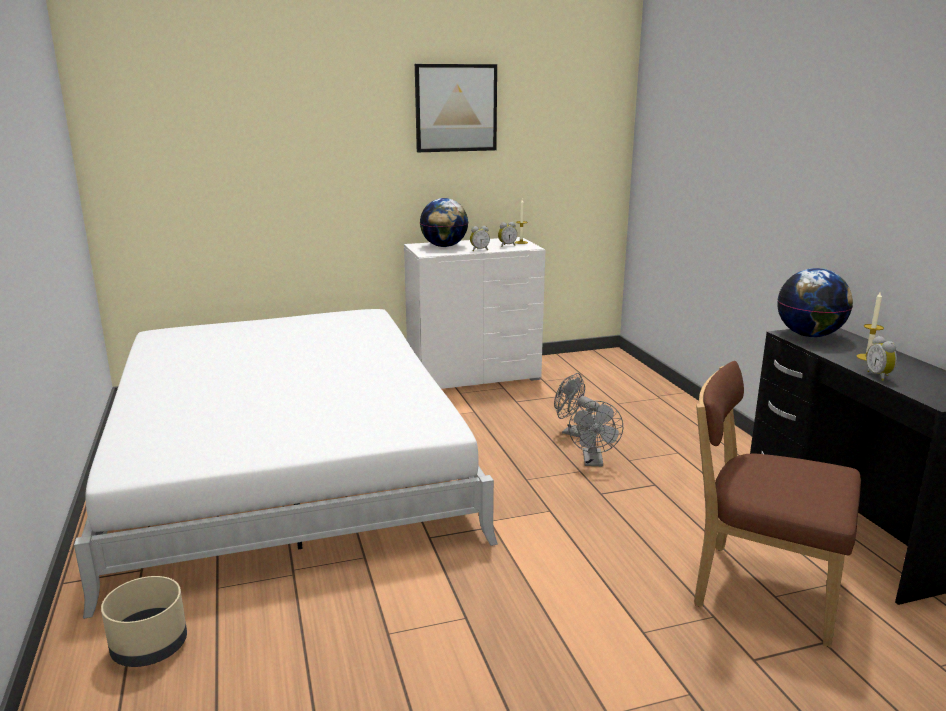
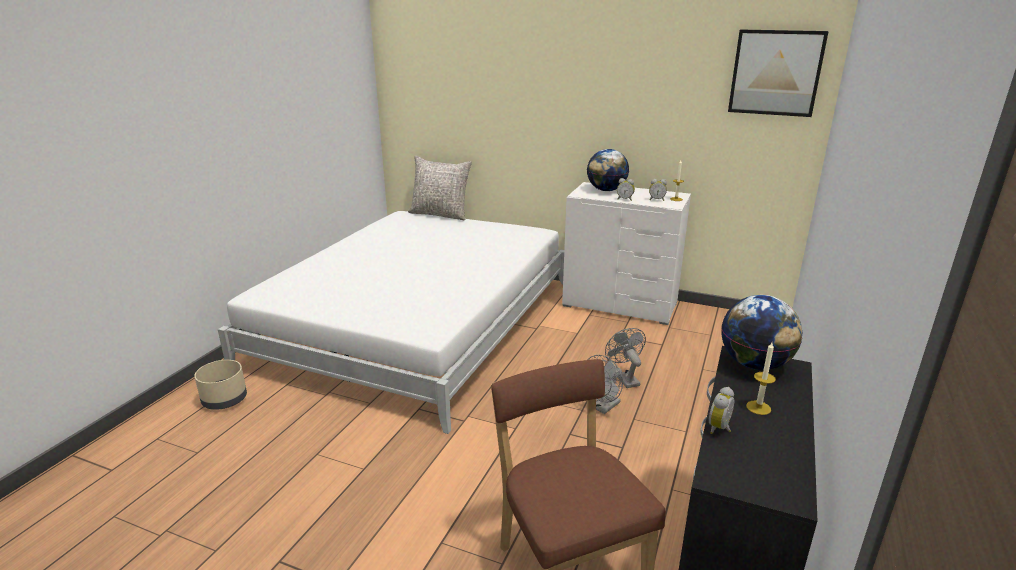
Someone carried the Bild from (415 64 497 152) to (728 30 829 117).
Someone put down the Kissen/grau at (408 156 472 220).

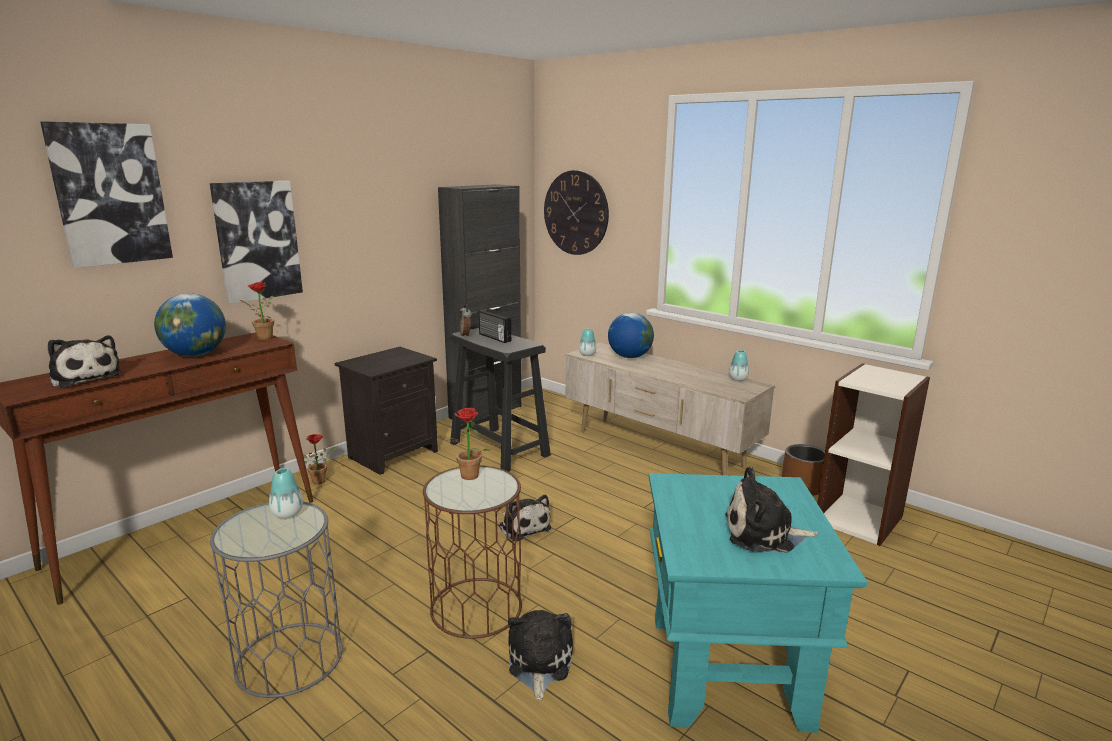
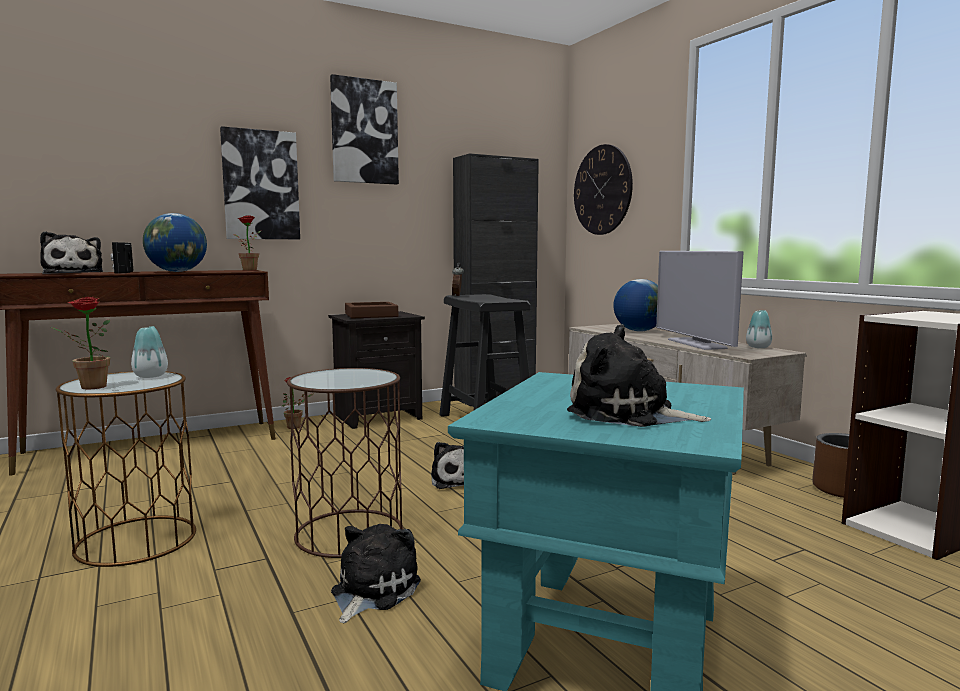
Someone carried the Bild from (40 121 173 268) to (330 74 399 184).
Someone repainted the Beistelltisch/grau at (210 502 343 698), which became the Beistelltisch/braun at (56 371 196 567).
Someone carried the Topfpflanze from (440 408 490 480) to (51 297 110 390).
Someone carried the Radio from (479 310 511 343) to (111 242 133 274).
Someone took away the Vase at (579 329 596 356).
Someone put down the Tablett/braun at (345 302 398 319).
Someone put down the Fernseher at (656 251 744 350).

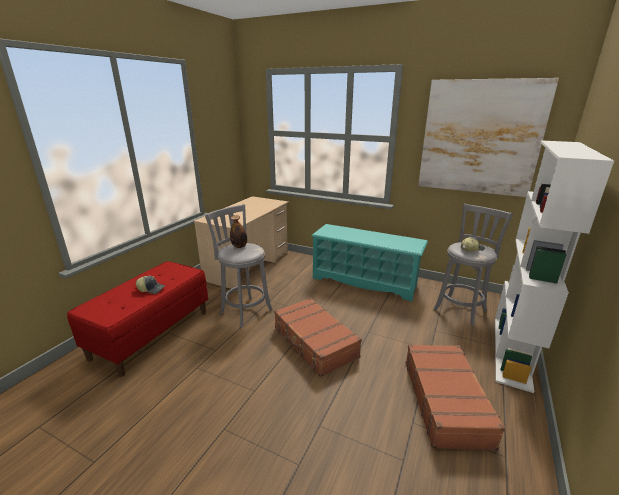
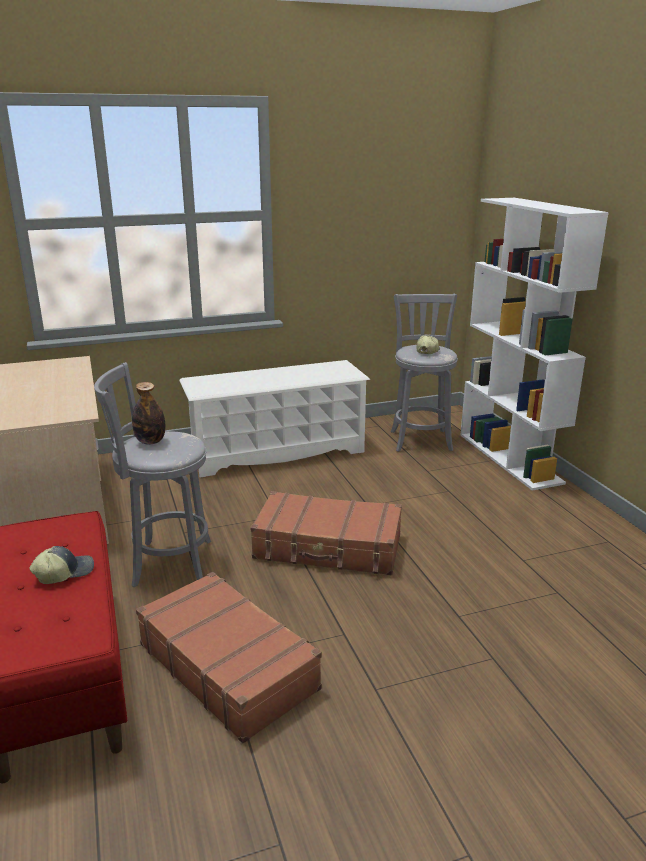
Someone repainted the Schuhregal/türkis at (311 224 428 302), which became the Schuhregal/weiß at (179 360 370 478).
Someone carried the Koffer/braun from (406 344 505 450) to (136 572 322 744).
Someone took away the Bild at (418 78 559 197).

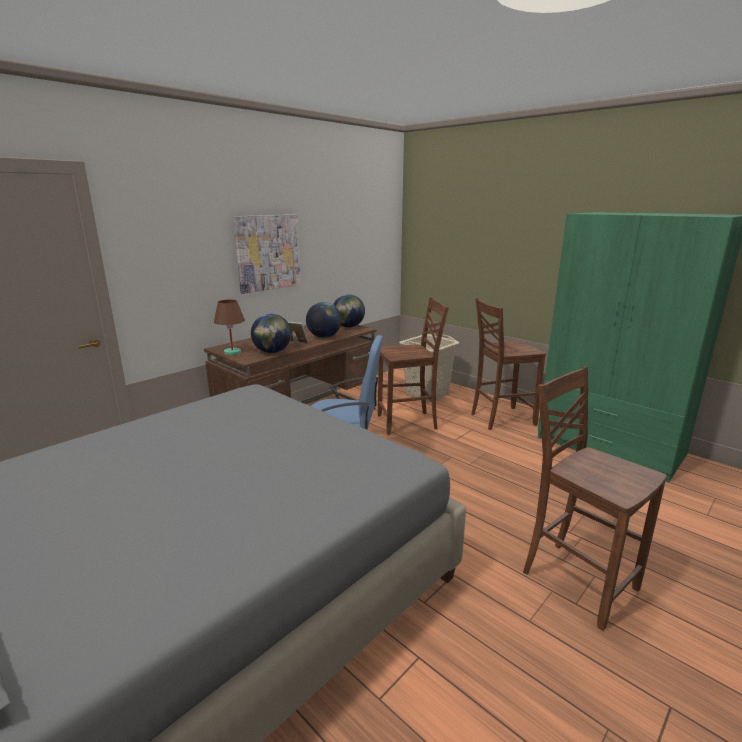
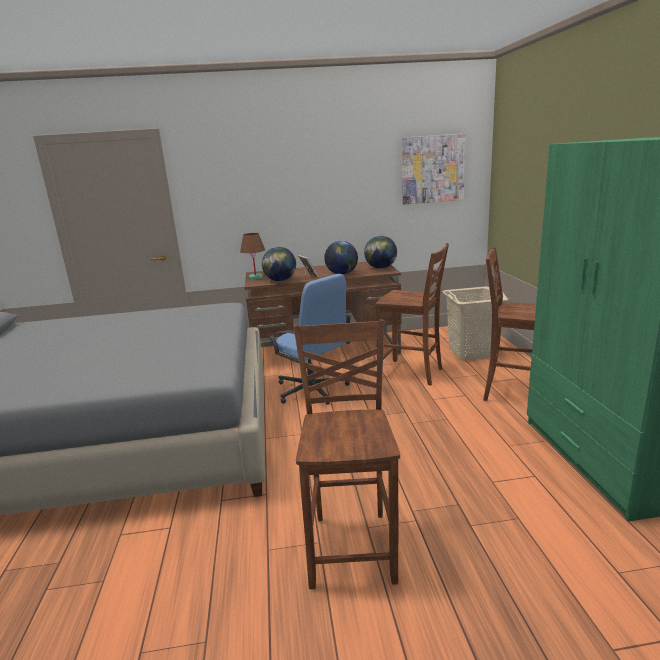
Someone carried the Bild from (233 214 301 294) to (402 134 466 204).

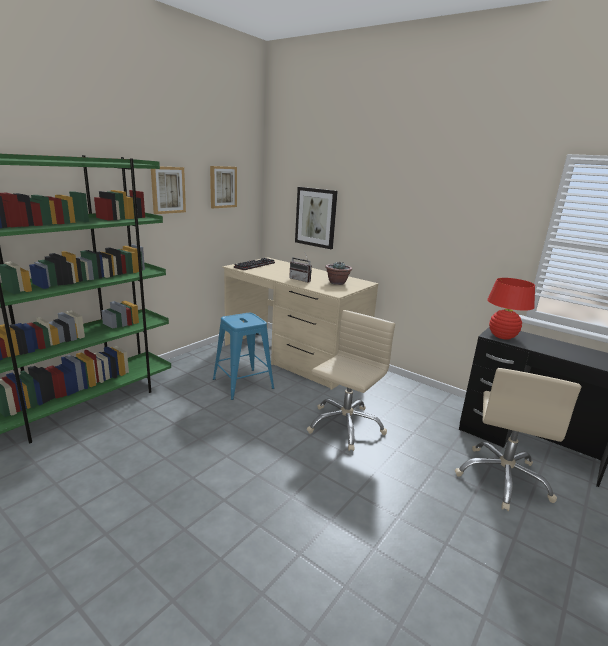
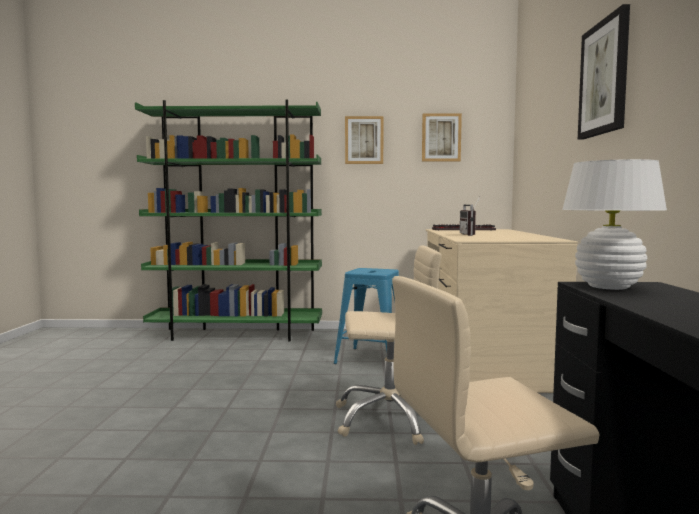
Someone carried the Bild from (295 187 338 249) to (578 4 630 139).
Someone took away the Topfpflanze at (325 261 352 285).
Someone repainted the Tischlampe/rot at (487 278 535 340), which became the Tischlampe/weiß at (562 159 667 290).

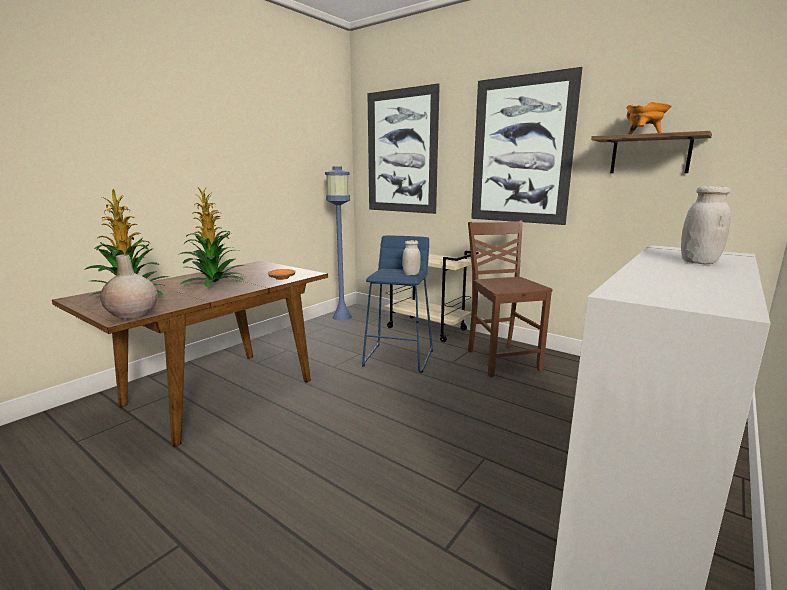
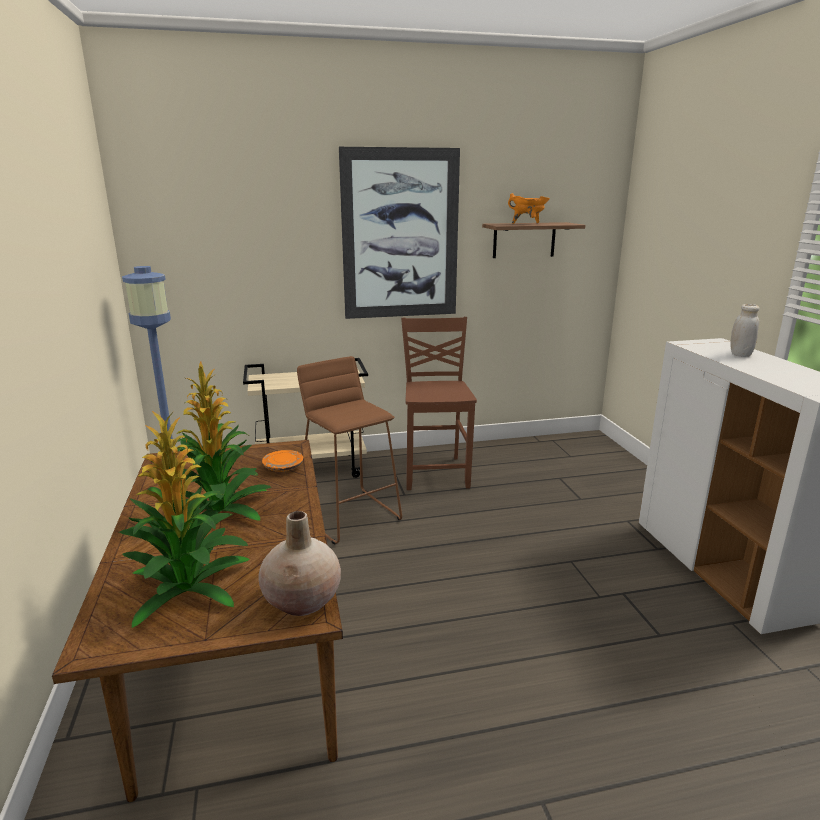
Someone repainted the Hocker/blau at (362 236 433 373), which became the Hocker/braun at (297 356 402 545).
Someone took away the Bild at (367 83 440 214).
Someone took away the Vorratsglas/weiß at (402 240 421 275).
Someone rotated the Stuhl/braun at (468 220 553 377) by 60 degrees clockwise.

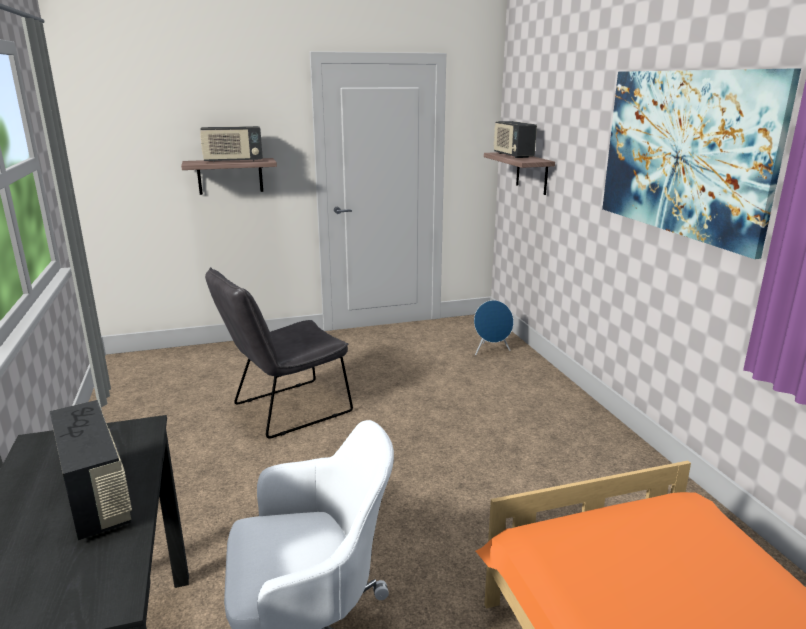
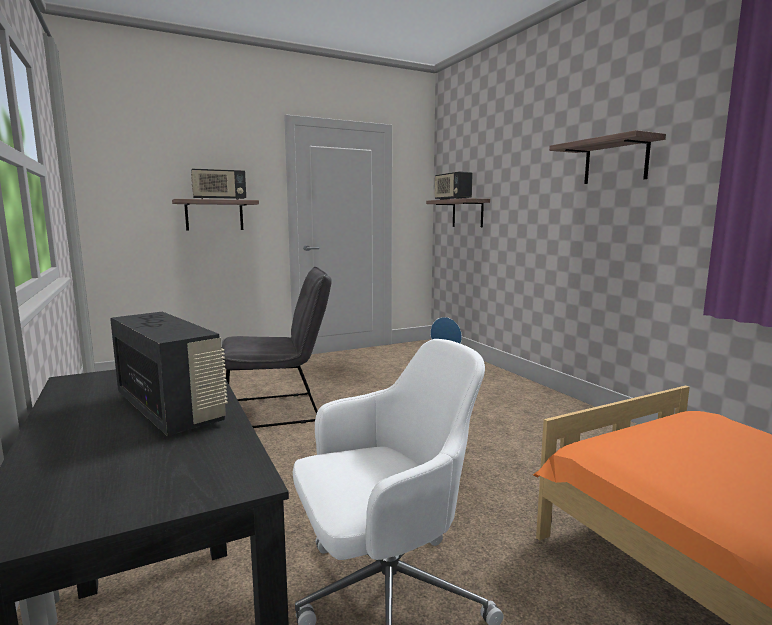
Someone rotated the Stuhl/grau at (205 268 353 439) by 150 degrees counterclockwise.
Someone swapped the Bild at (602 68 801 259) for the Wandregal at (549 130 666 184).

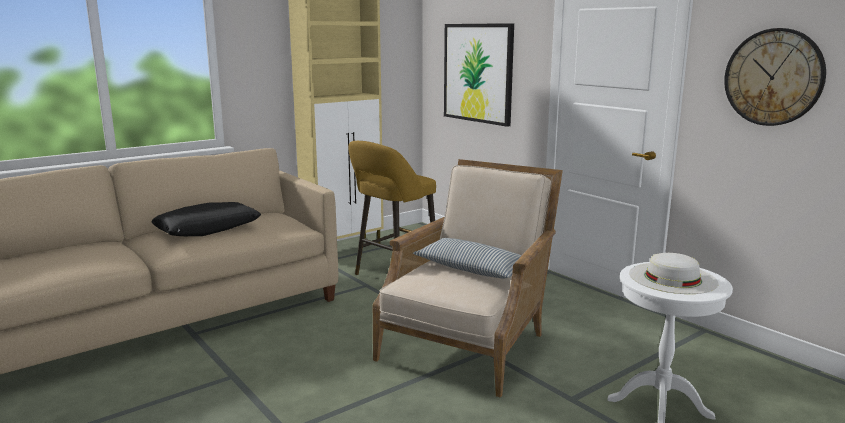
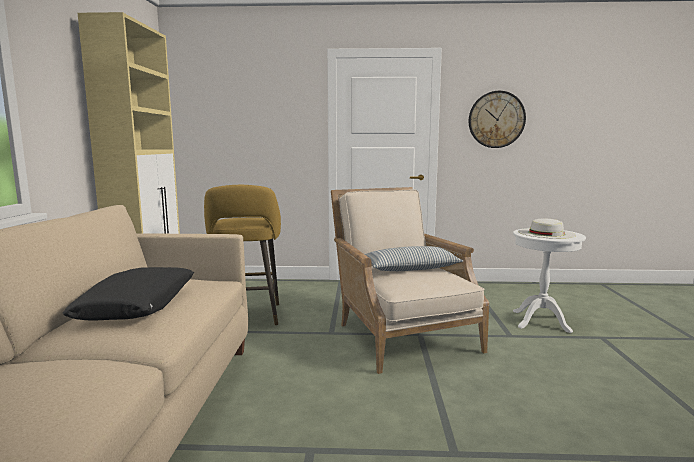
Someone took away the Bild at (444 23 514 127).

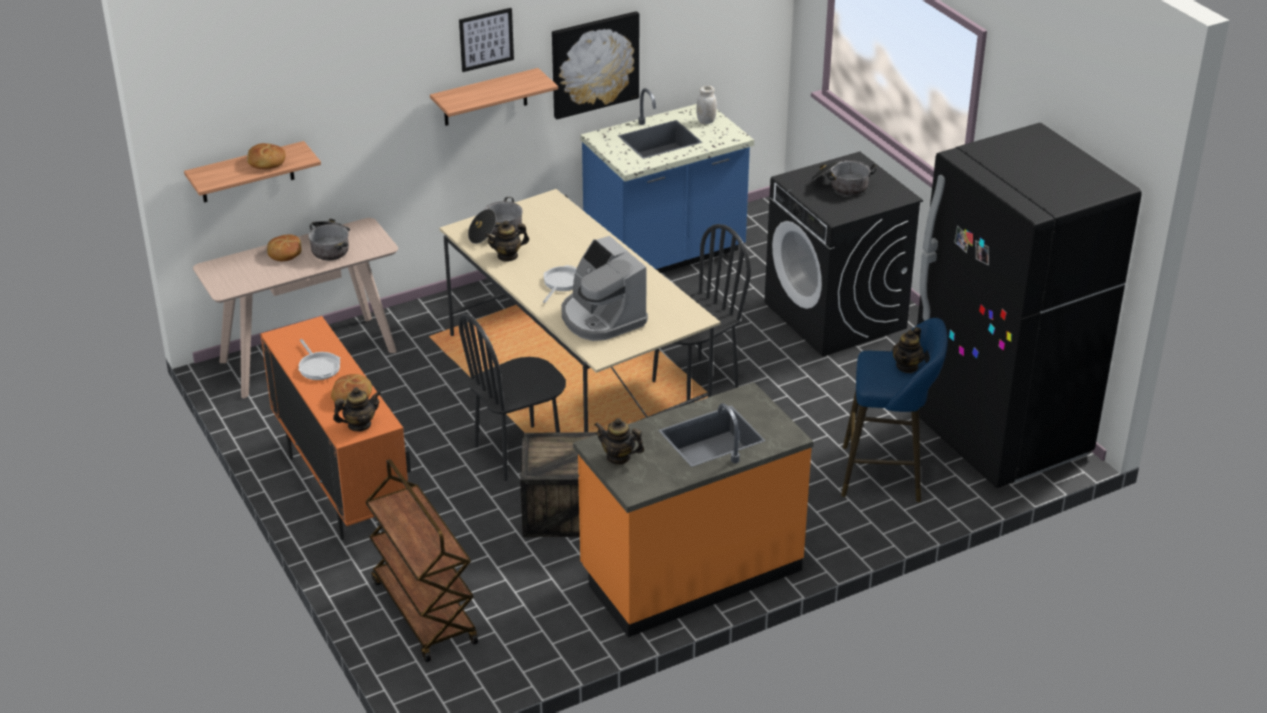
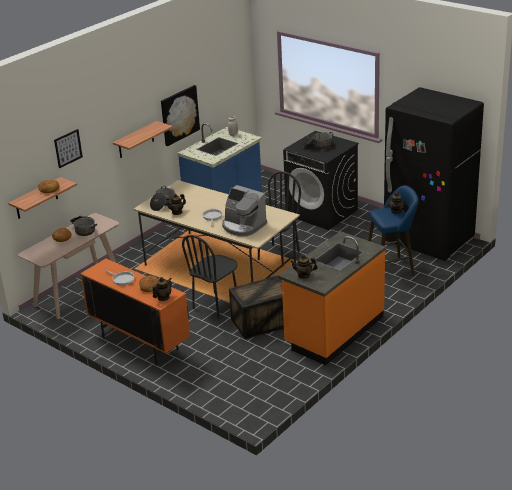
Someone took away the Rollwagen/braun at (365 459 478 662).
Someone carried the Bild from (459 8 514 72) to (54 129 83 168).

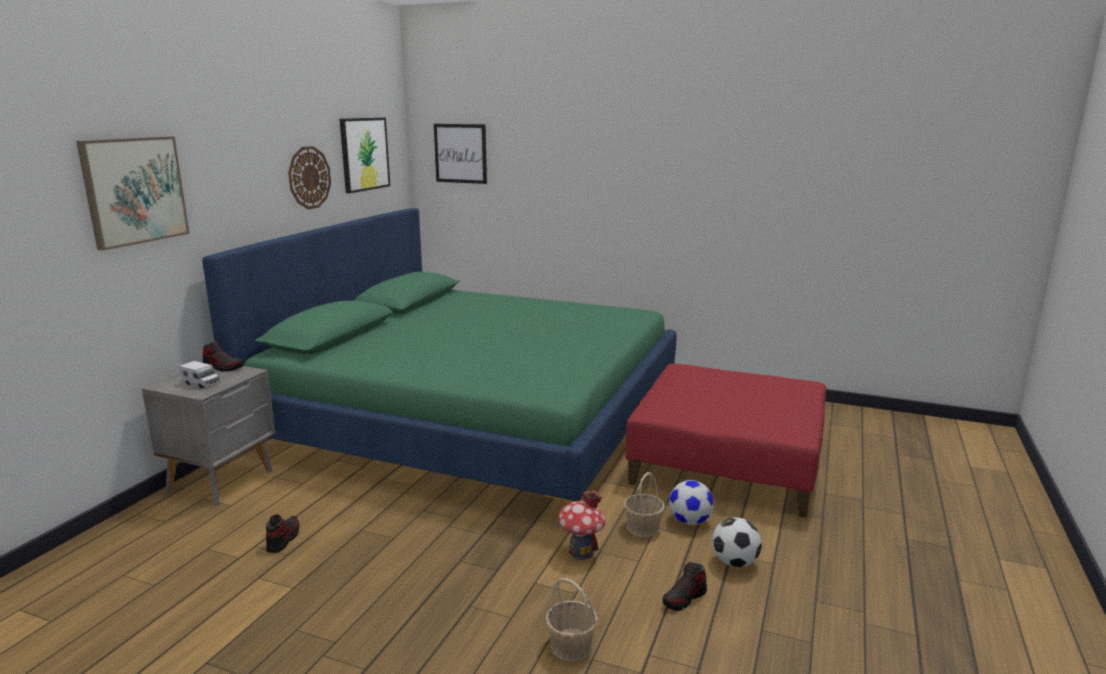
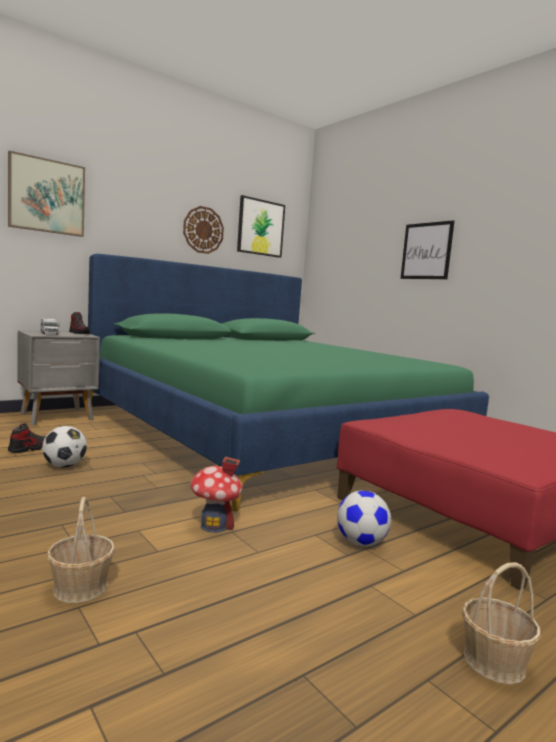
Someone carried the Bild from (434 124 487 184) to (400 220 454 279).
Someone carried the Korb from (624 472 665 537) to (462 562 541 684).
Someone took away the Schuh at (663 562 707 611).
Someone carried the Fußball from (712 517 762 567) to (42 426 87 468).

